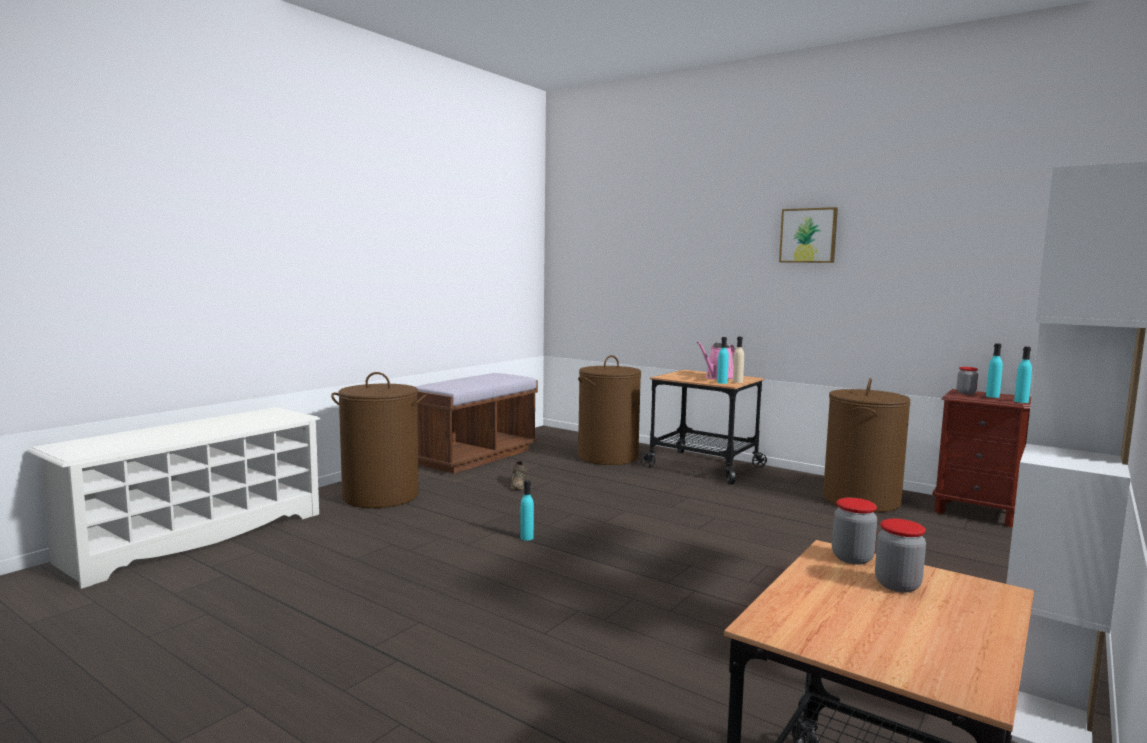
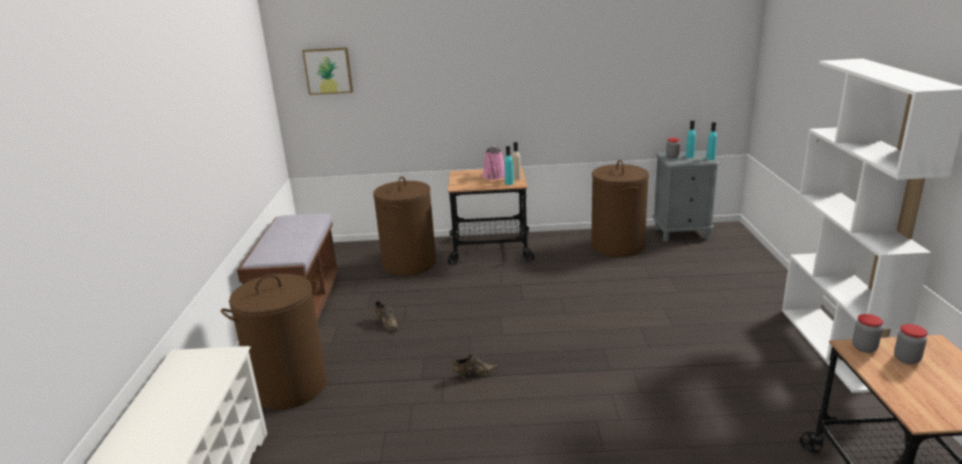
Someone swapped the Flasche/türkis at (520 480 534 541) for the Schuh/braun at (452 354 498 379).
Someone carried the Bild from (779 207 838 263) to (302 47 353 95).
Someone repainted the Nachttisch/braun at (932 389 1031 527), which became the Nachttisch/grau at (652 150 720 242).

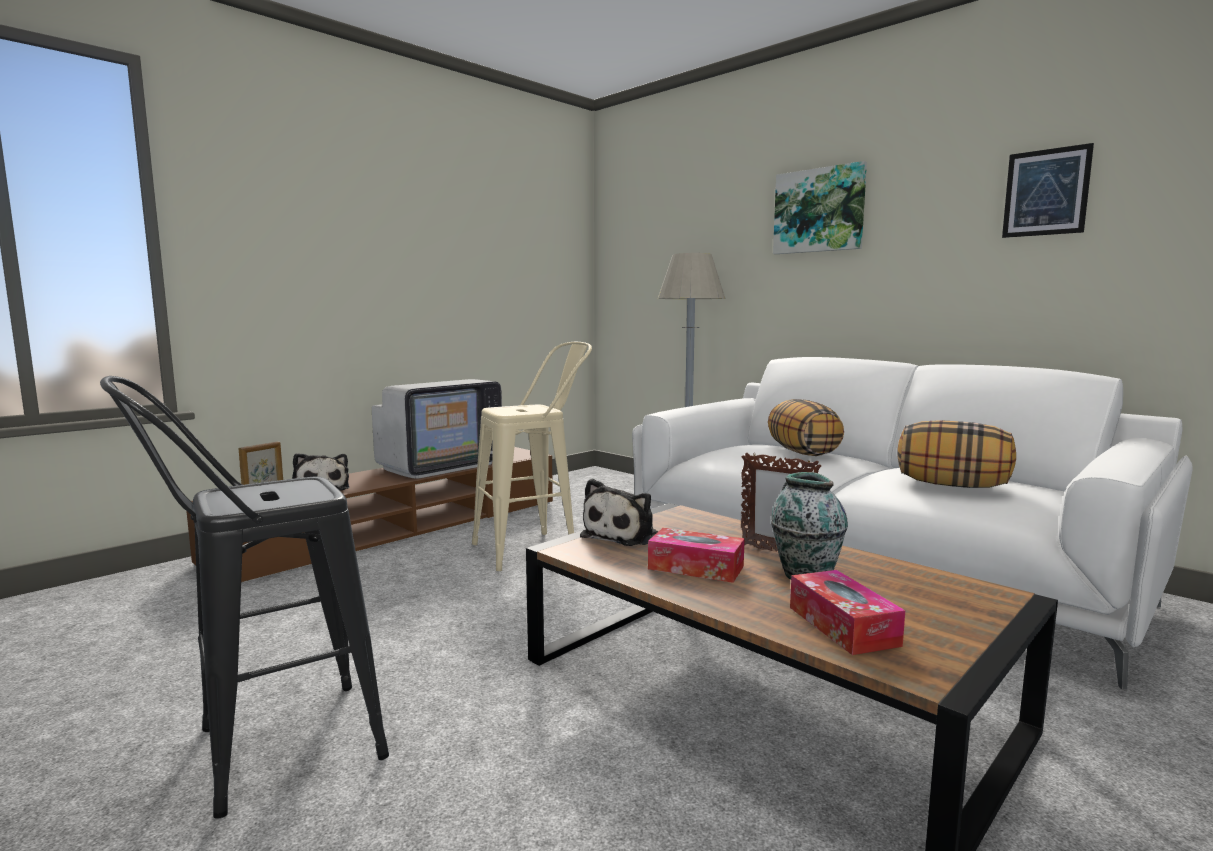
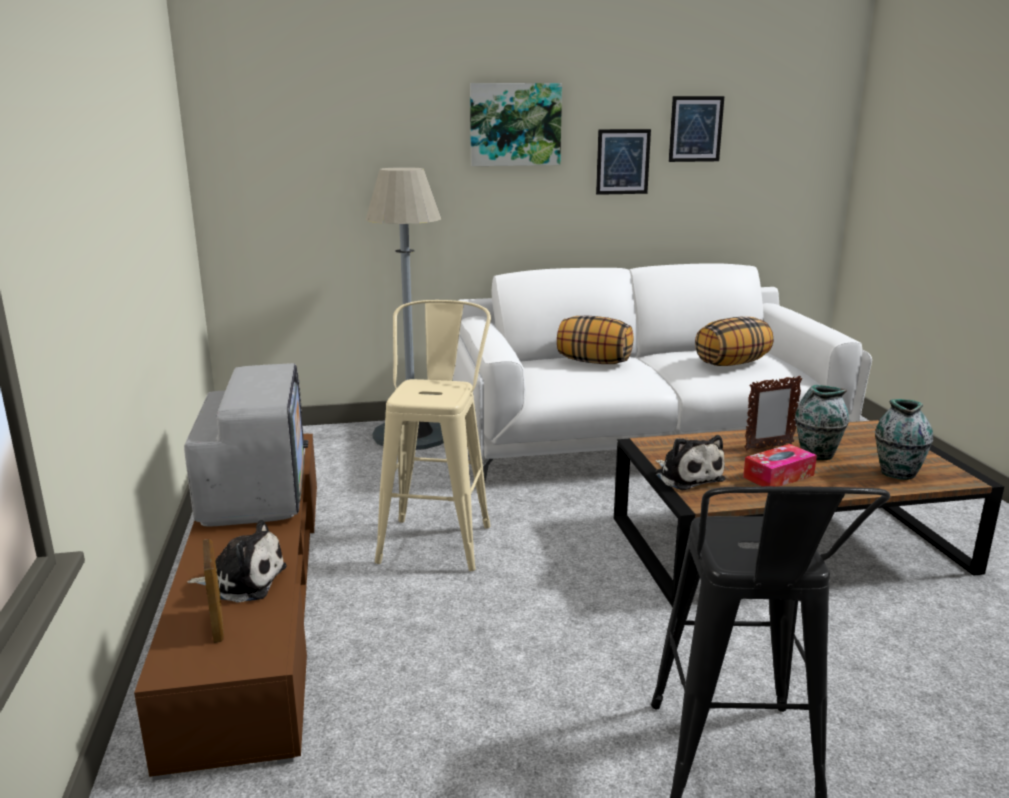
Someone swapped the Taschentuchbox at (790 570 905 655) for the Vase at (875 399 933 480).
Someone put up the Bild at (596 129 651 195).

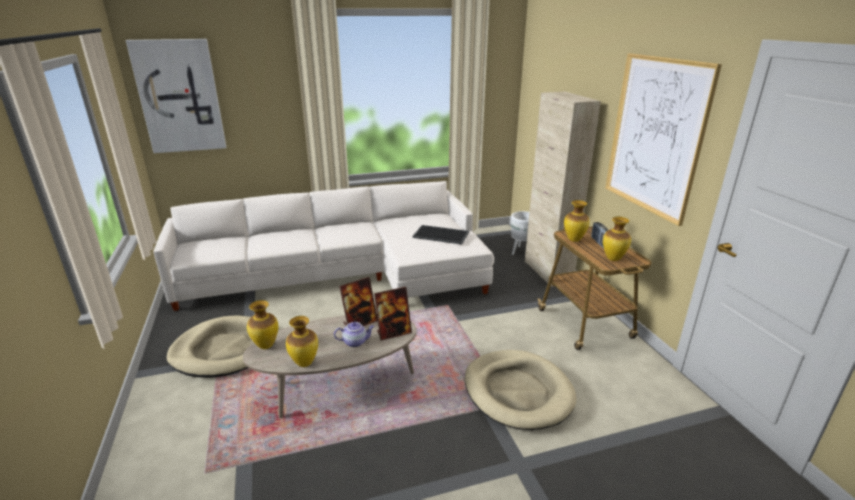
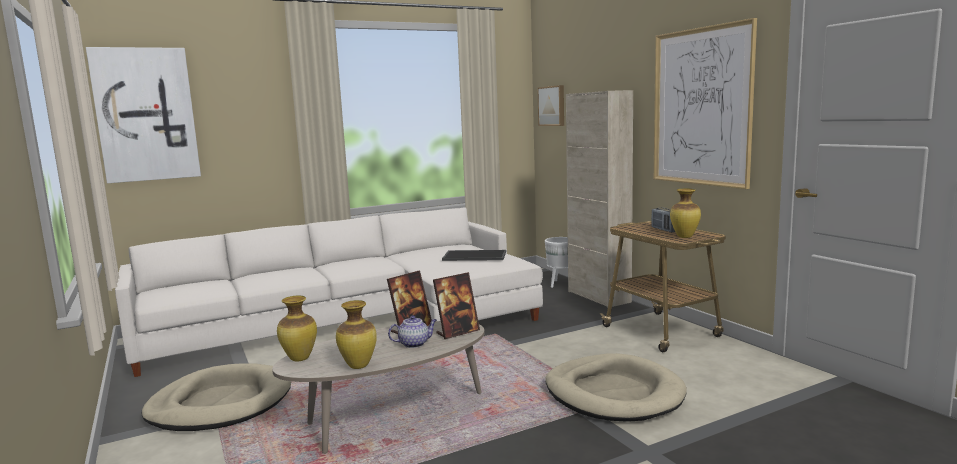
Someone took away the Vase at (564 200 590 242).
Someone put up the Bild at (537 85 564 126).

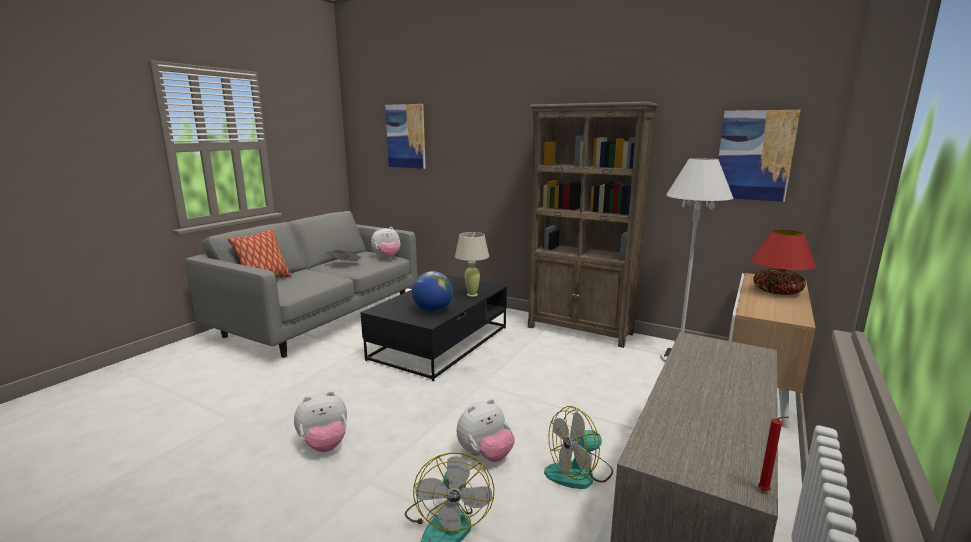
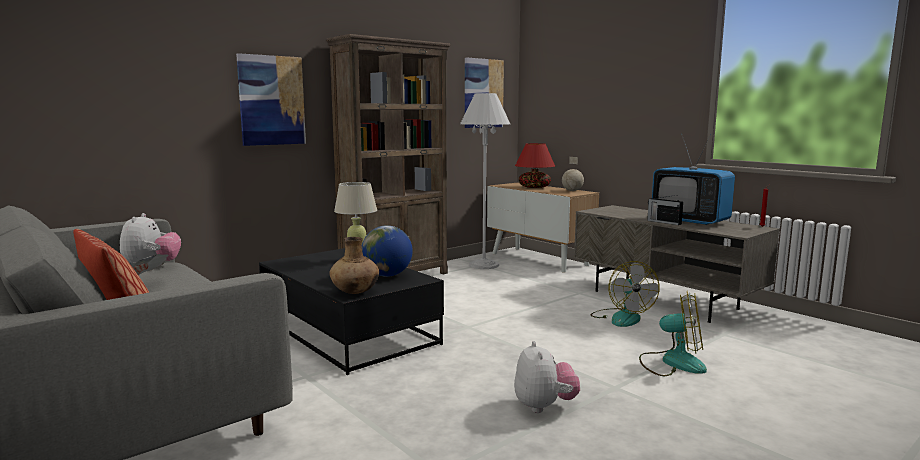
Someone carried the Bild from (385 104 426 169) to (236 53 306 146).
Someone took away the Plüschtier at (457 399 515 462).
Someone put down the Vase/braun at (329 237 379 294).
Someone put down the Globus at (562 157 584 191).
Someone put down the Radio at (647 195 683 225).
Someone put down the Fernseher at (652 134 735 225).

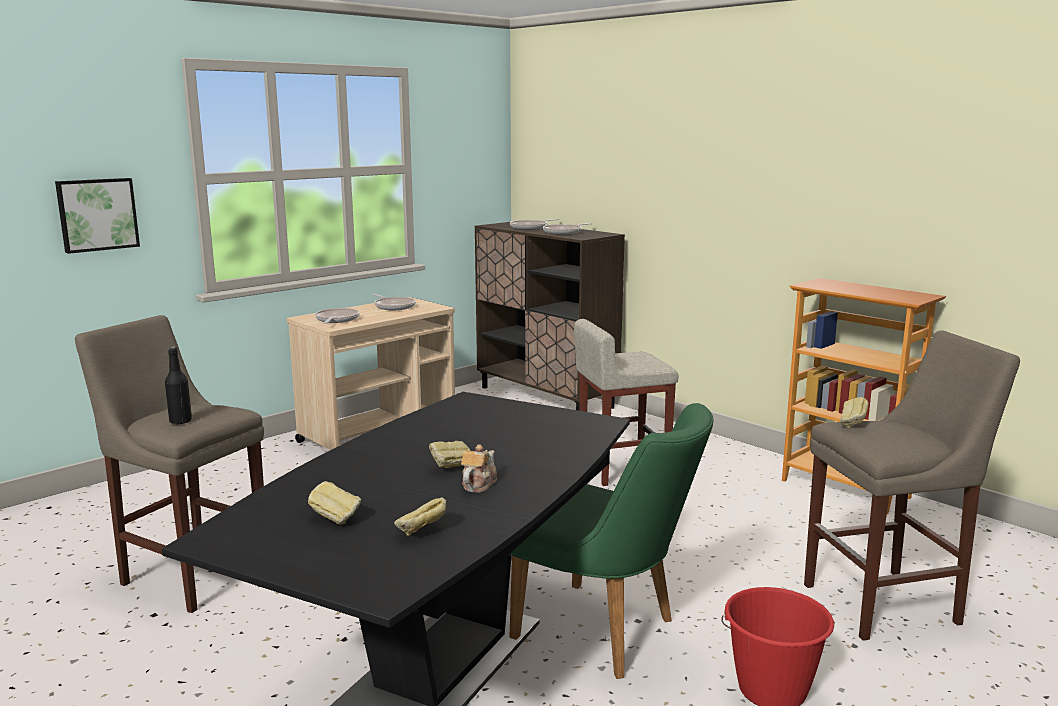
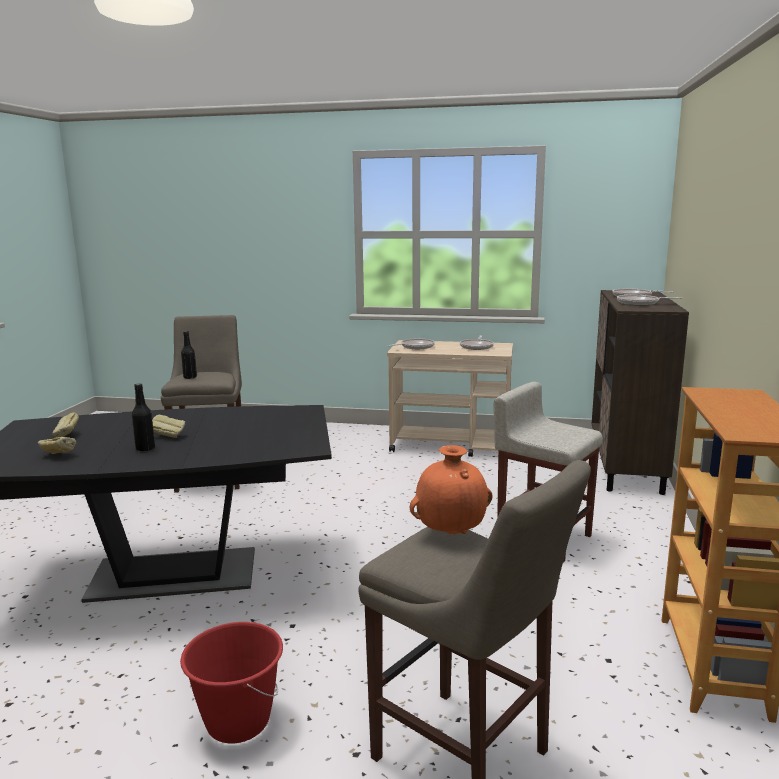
Someone took away the Bild at (55 178 140 254).
Someone swapped the Teekanne at (461 444 497 493) for the Flasche/schwarz at (132 383 155 451).
Someone took away the Stuhl/grün at (509 403 714 679).
Someone swapped the Brot at (839 397 869 428) for the Vase/orange at (410 445 493 535).

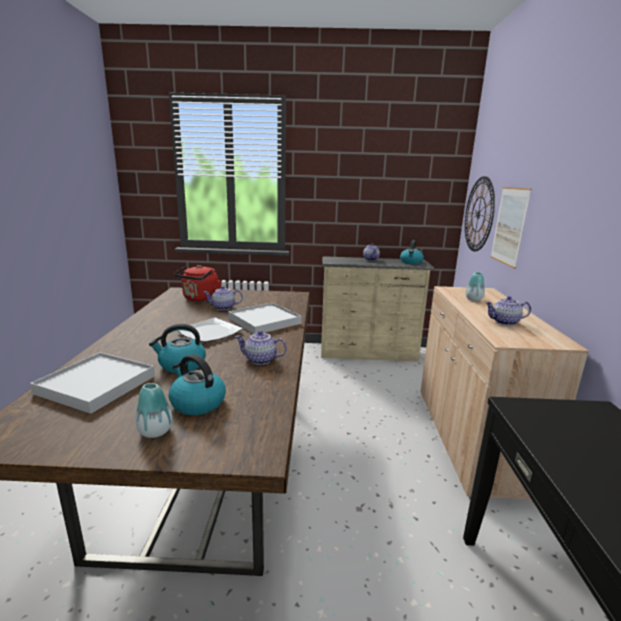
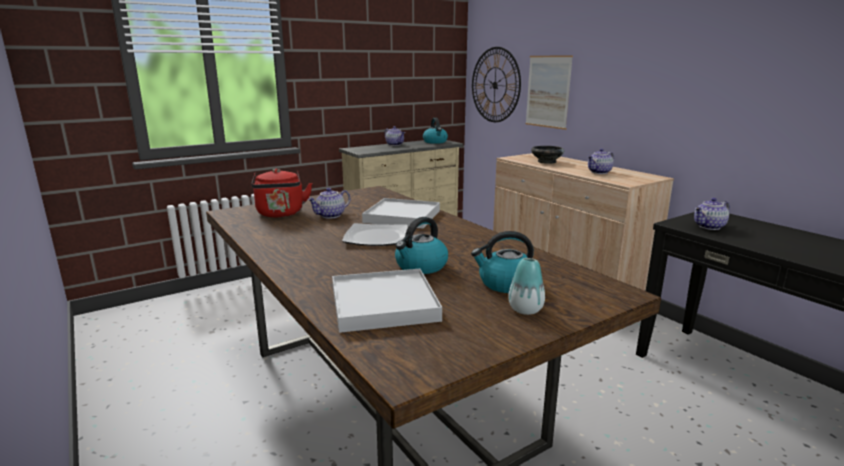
Someone carried the Teekanne from (235 331 287 365) to (694 198 730 230).
Someone swapped the Vase at (465 272 485 301) for the Schüssel/schwarz at (531 146 564 164).

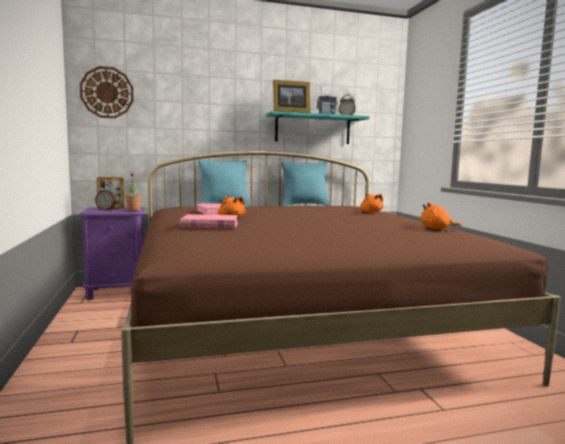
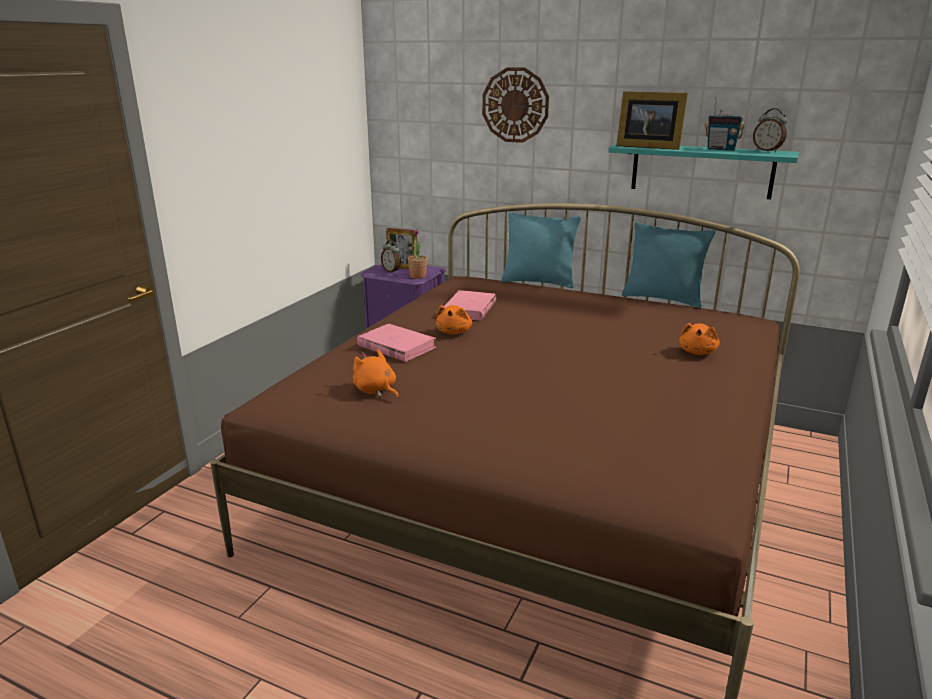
Someone carried the Wanduhr from (80 66 134 118) to (482 67 549 143).
Someone carried the Plüschtier/orange from (421 202 462 230) to (353 349 399 399).

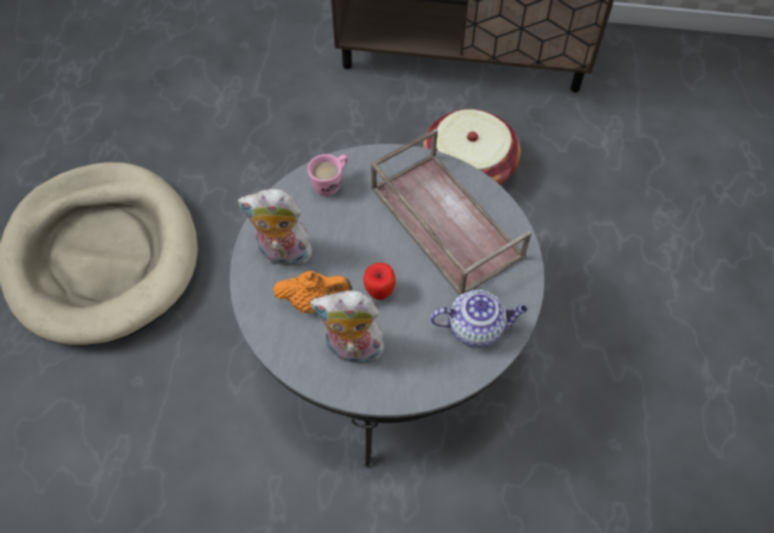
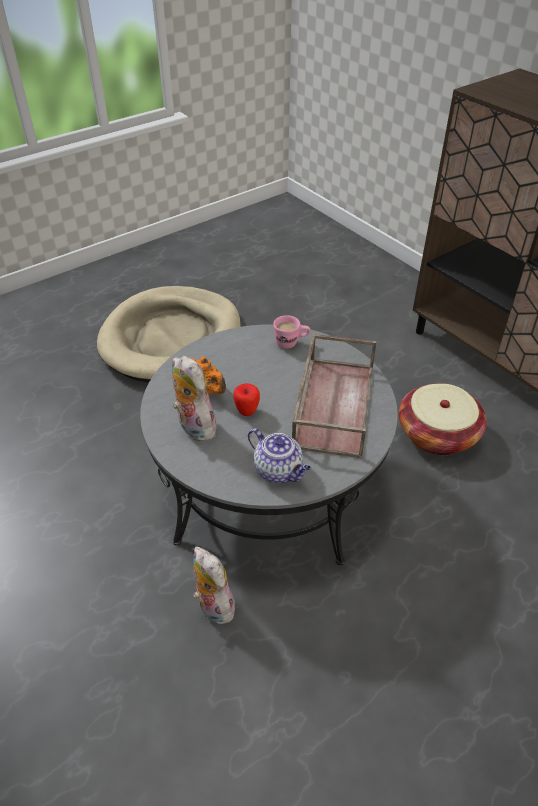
Someone carried the Plüschtier from (238 189 312 271) to (193 547 235 624).

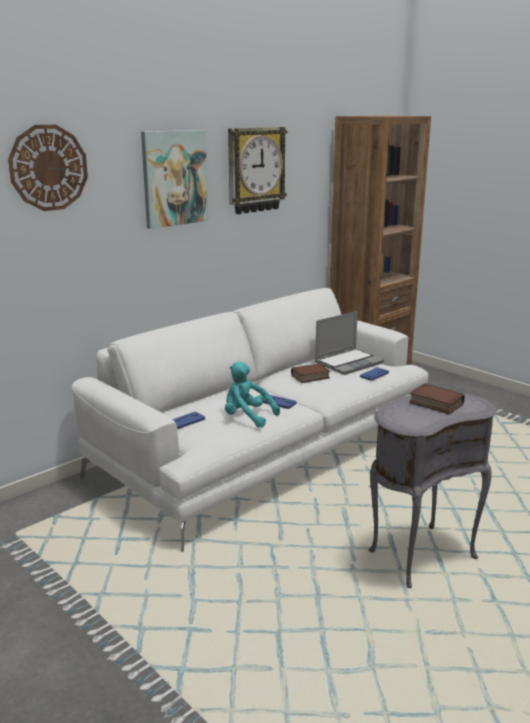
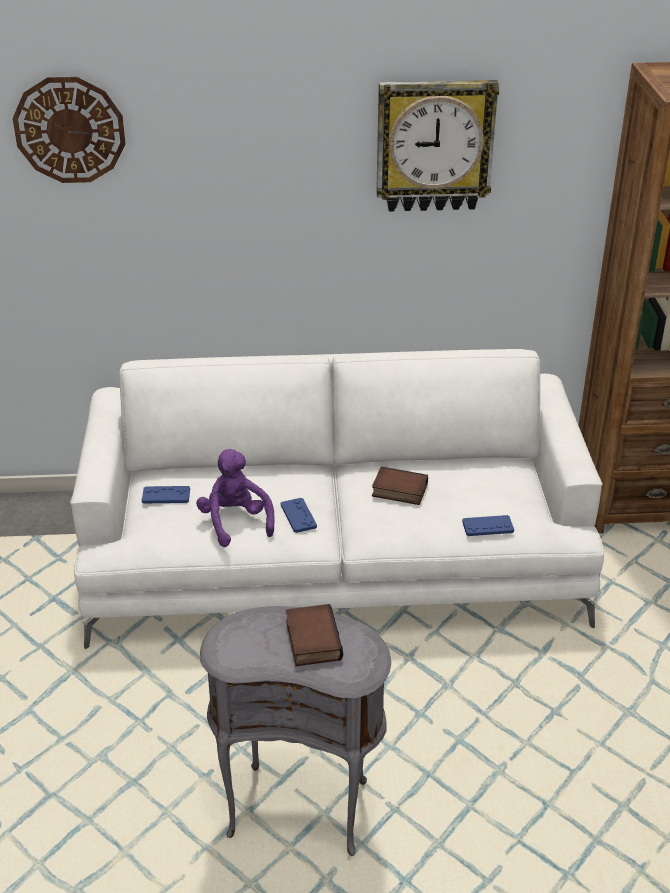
Someone took away the Bild at (141 130 208 229).
Someone repainted the Plüschtier/türkis at (225 362 280 428), which became the Plüschtier/lila at (196 449 275 547).
Someone took away the Laptop at (315 311 384 375).

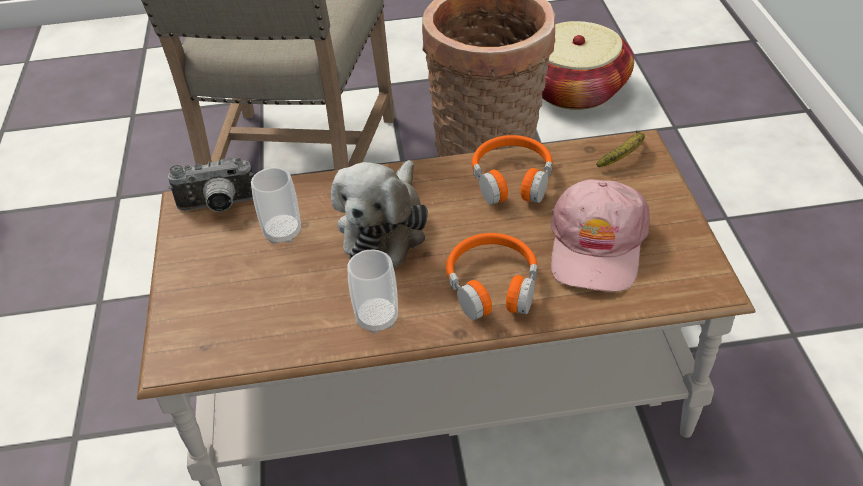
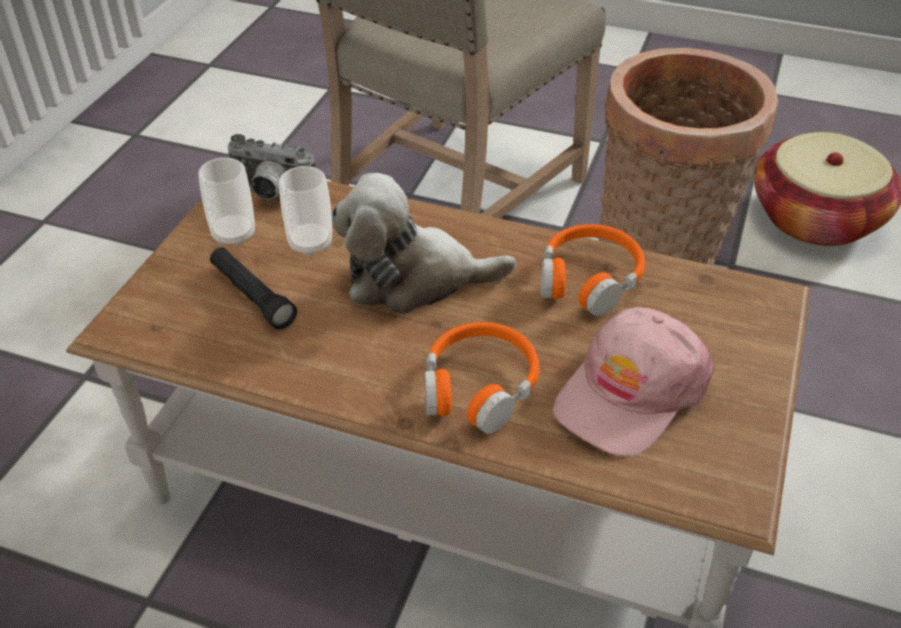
Someone rotated the Plüschtier at (331 160 428 268) by 45 degrees clockwise.
Someone carried the Tasse from (347 249 398 334) to (198 157 255 246).
Someone took away the Banane at (596 130 645 167).
Someone put down the Taschenlampe/schwarz at (210 247 297 329).

